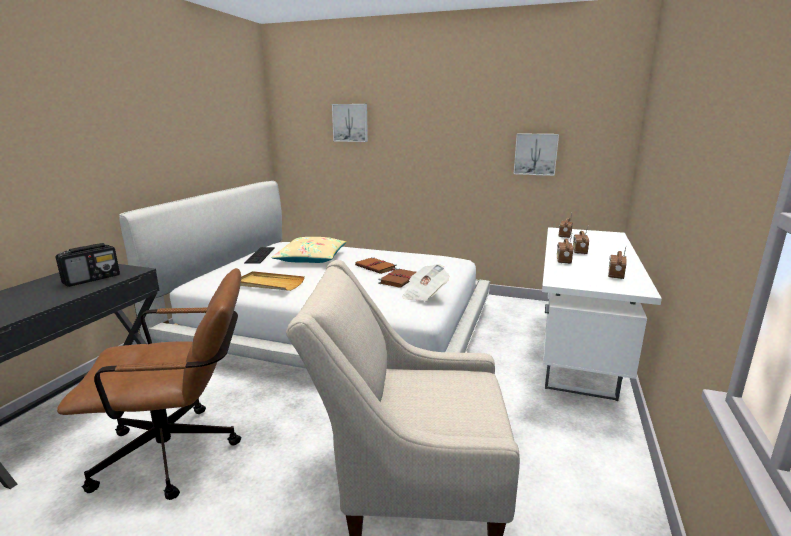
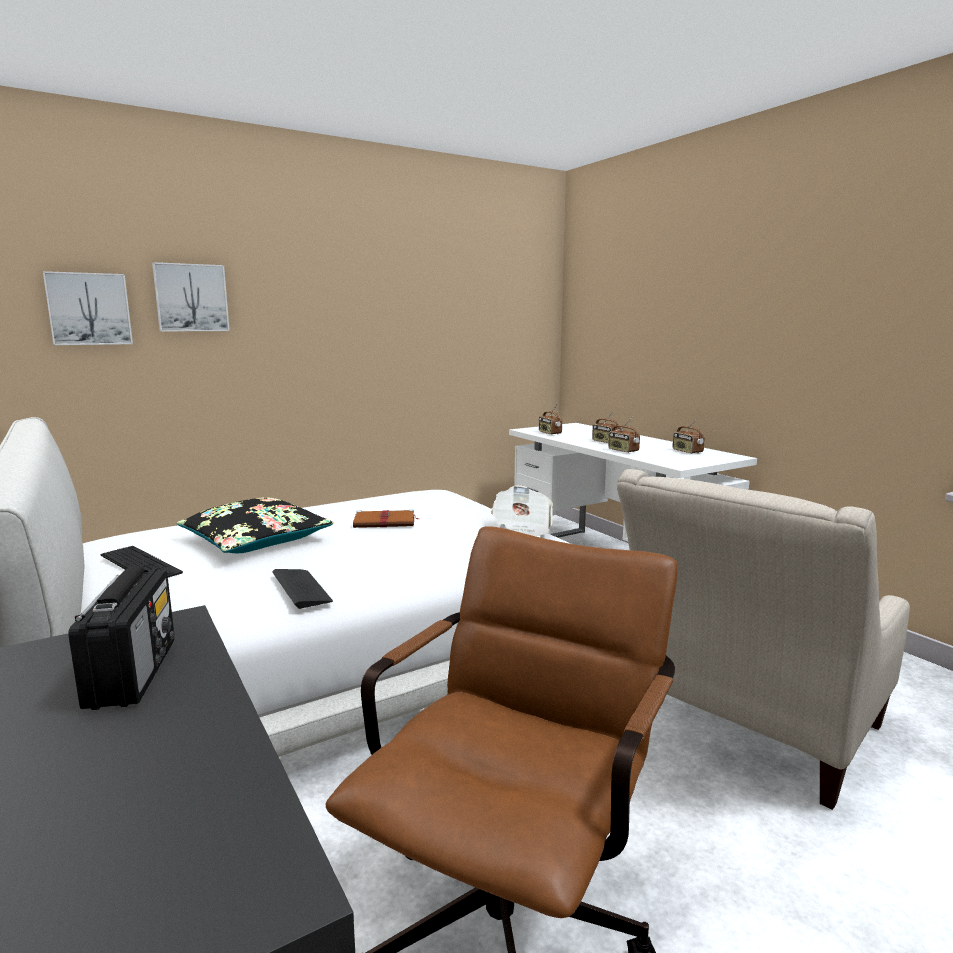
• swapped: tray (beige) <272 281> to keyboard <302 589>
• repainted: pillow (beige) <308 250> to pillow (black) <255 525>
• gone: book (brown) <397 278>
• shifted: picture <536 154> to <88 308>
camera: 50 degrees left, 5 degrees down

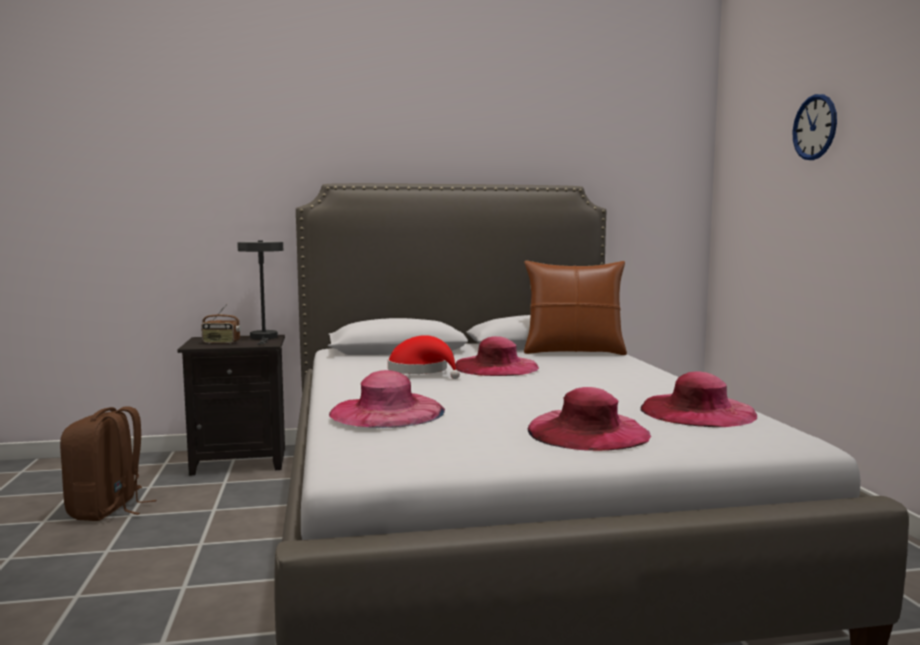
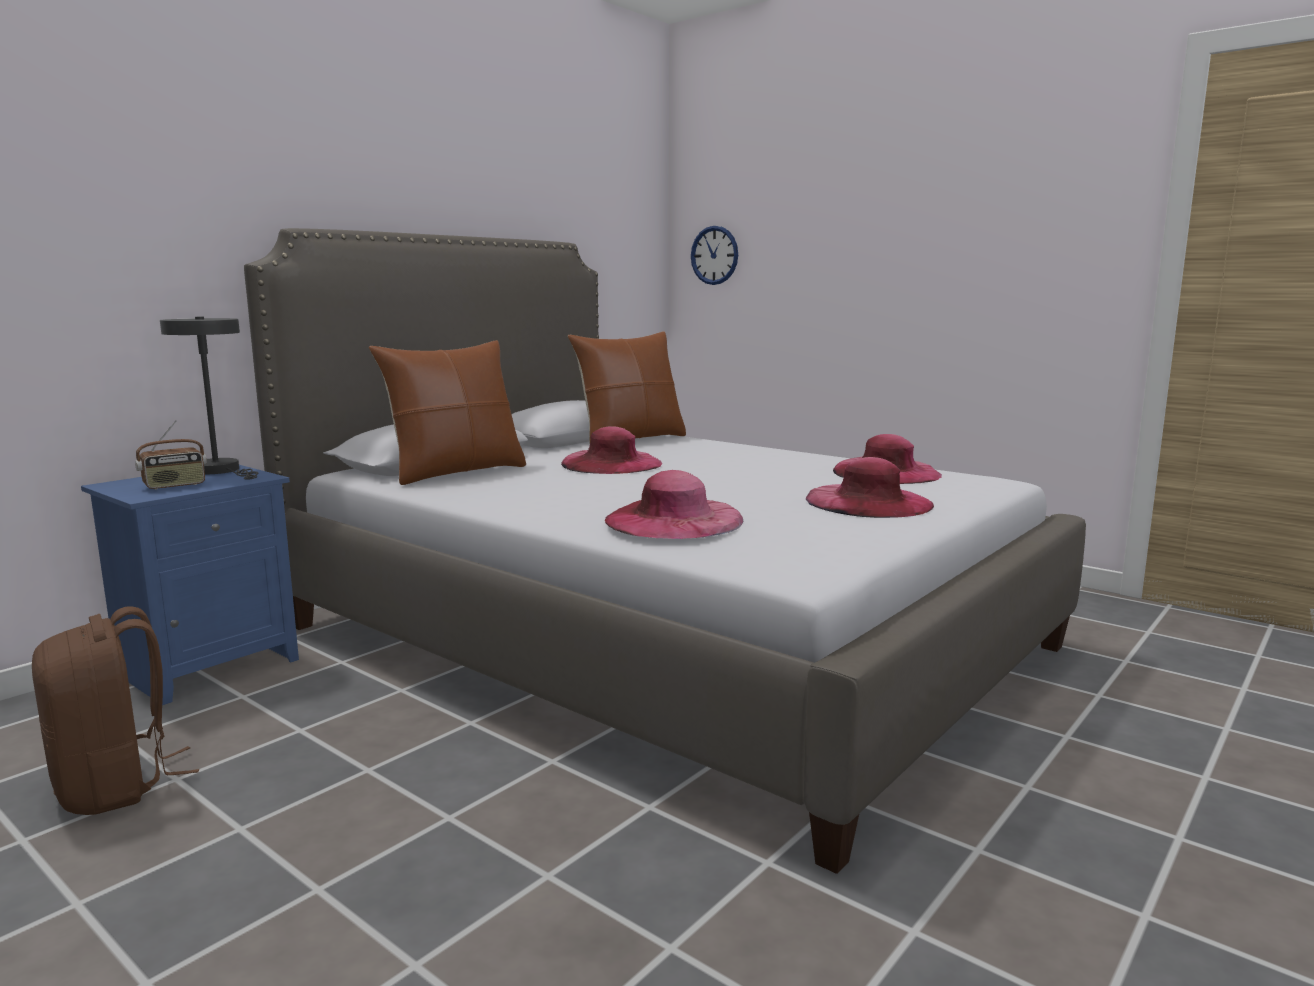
• repainted: nightstand (black) <231 405> to nightstand (blue) <190 585>
• gone: hat (red) <424 357>
• shifted: wall clock <814 127> to <714 255>
• new: pillow (brown) <447 412>
camera: 40 degrees left, 5 degrees up

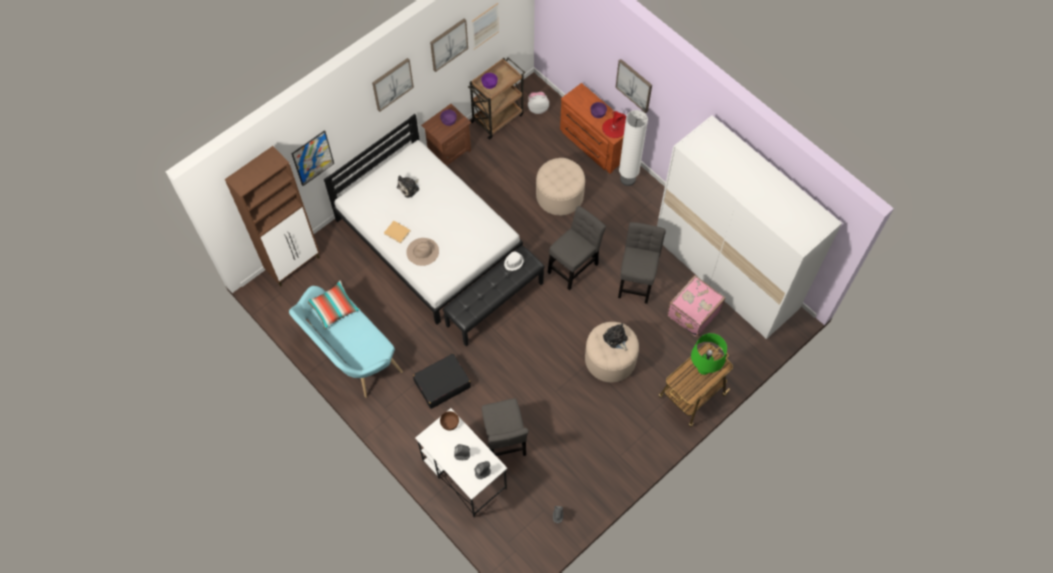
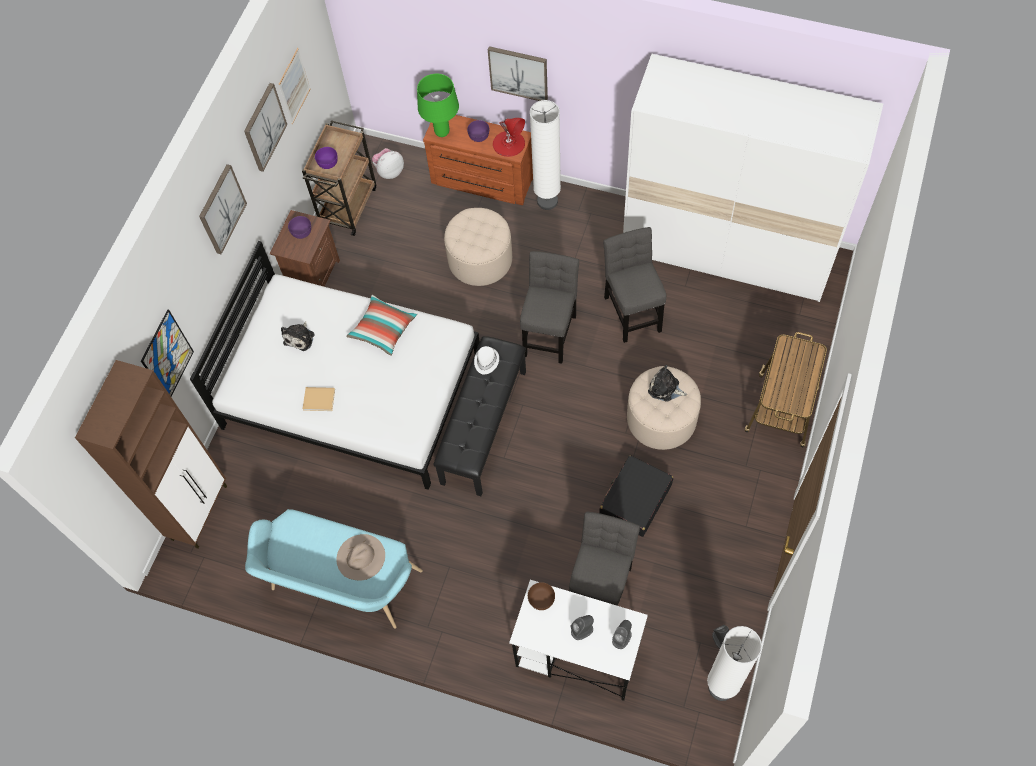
• shifted: pillow <334 304> to <381 325>
• shifted: hat (beige) <422 252> to <361 557>
• shifted: suitcase (black) <442 381> to <636 496>
• rotated: chair (grey) <505 427> = <604 558> 120 degrees counterclockwise
• gone: suitcase (pink) <696 306>
• shifted: table lamp (green) <709 354> to <438 105>
• new: floor lamp (white) <734 663>
camera: 25 degrees left, 0 degrees up

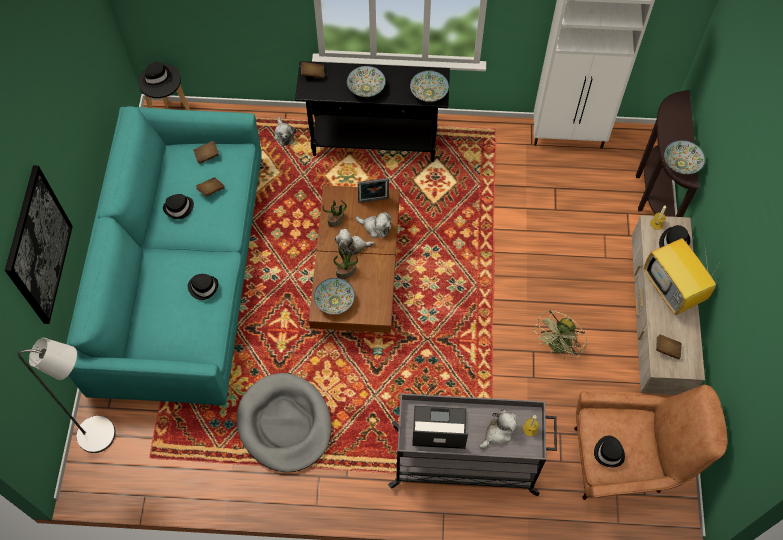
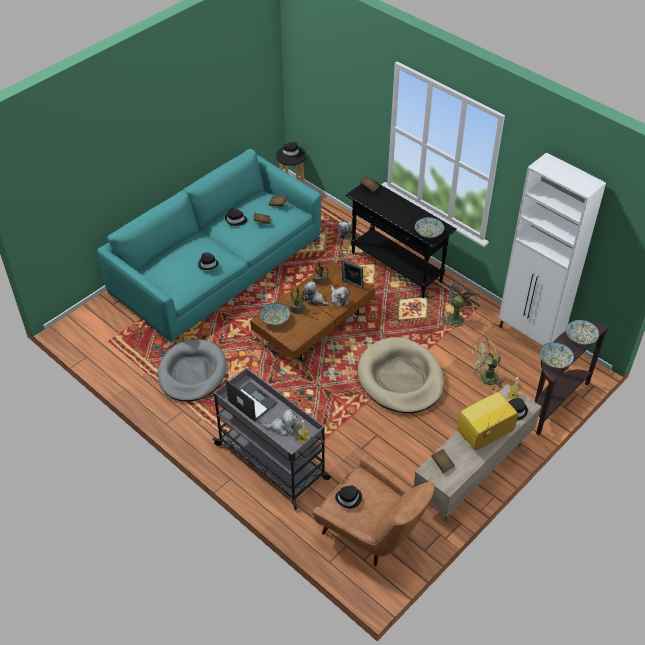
• gone: picture <39 244>
• gone: floor lamp (grey) <66 395>
• shifted: bowl <366 81> to <582 332>
• shifted: fan (green) <560 334> to <489 365>
• rotated: television <682 276> = <487 421> 45 degrees clockwise
• new: dog bed (beige) <401 375>
• new: fan (grey) <461 303>
camera: 40 degrees right, 15 degrees down

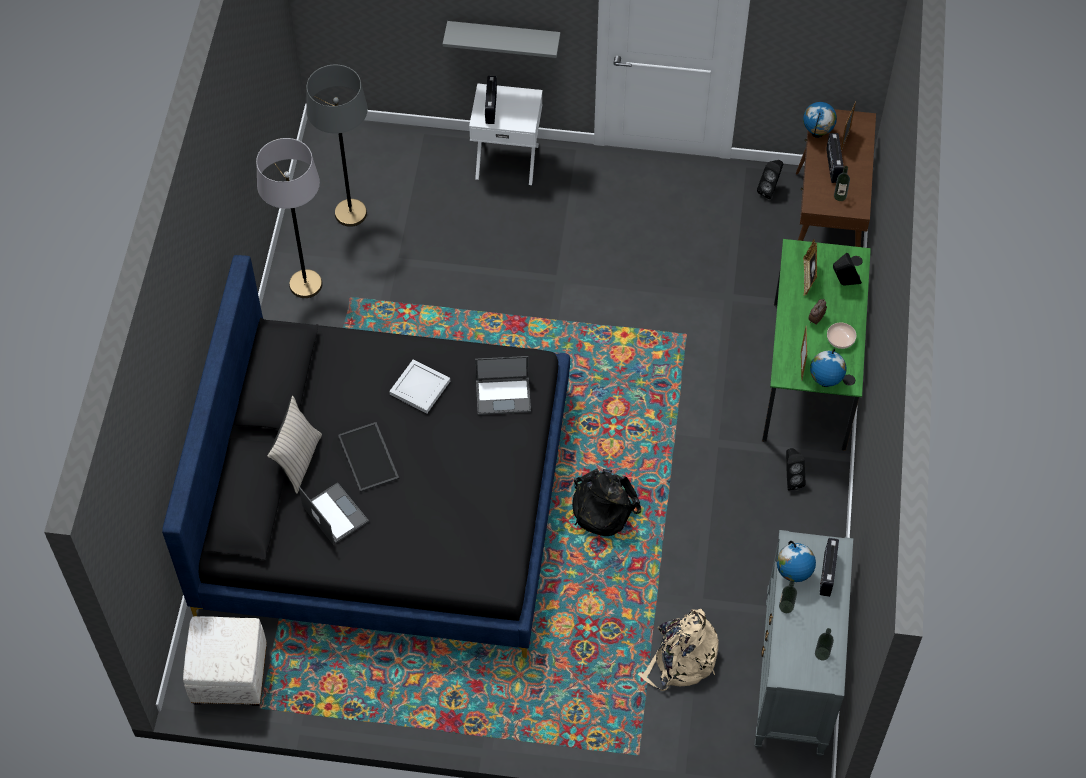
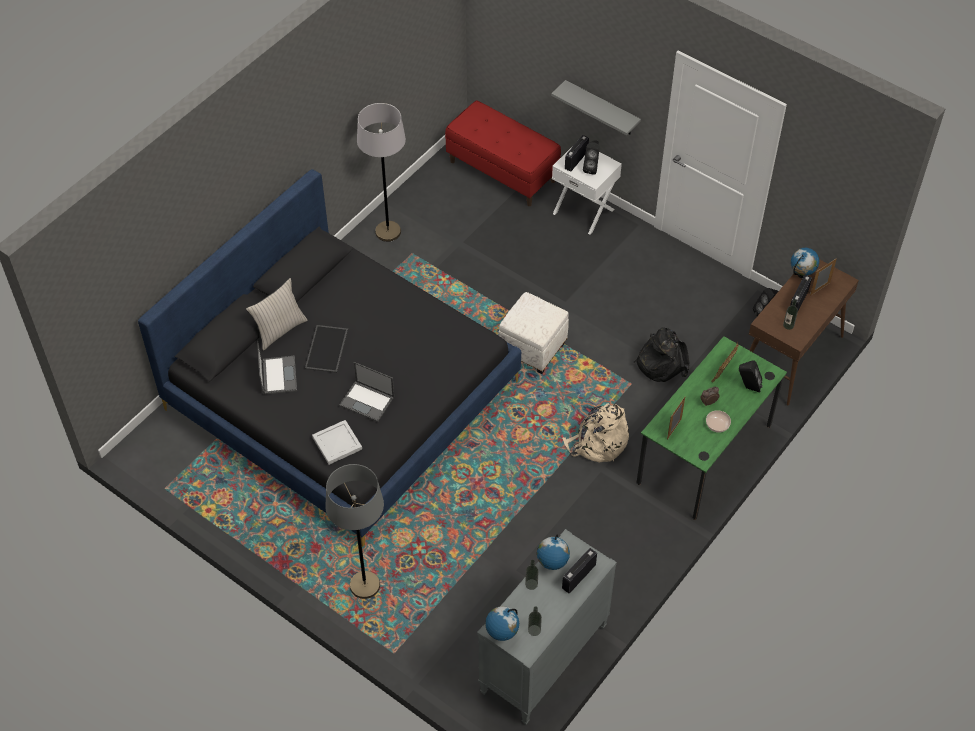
• shifted: ottoman (white) <225 661> to <534 333>
• shifted: floor lamp (grey) <337 146> to <354 531>
• shifted: tray (white) <419 386> to <337 442>
• shifted: laptop <503 385> to <366 392>
• shifted: backpack (black) <606 502> to <661 354>
• shifted: backpack (beige) <678 650> to <595 433>
• shifted: speaker (black) <796 469> to <591 157>
• shifted: globe <828 368> to <502 623>
• new: bench (red) <503 153>
camera: 30 degrees right, 5 degrees down

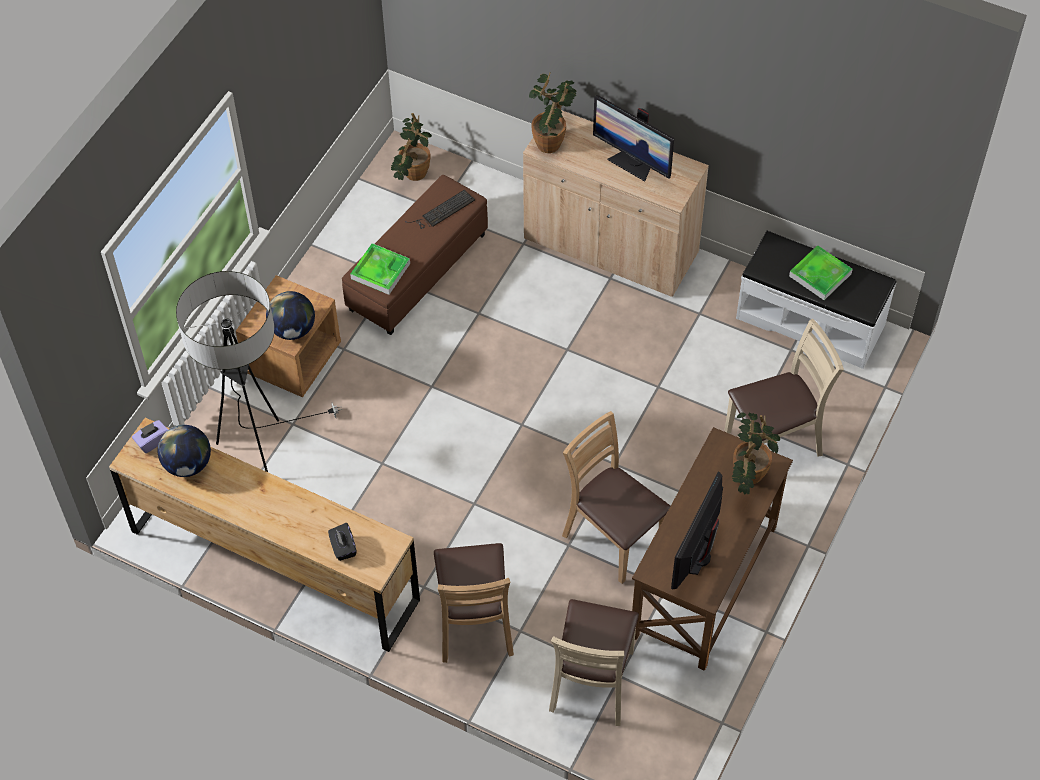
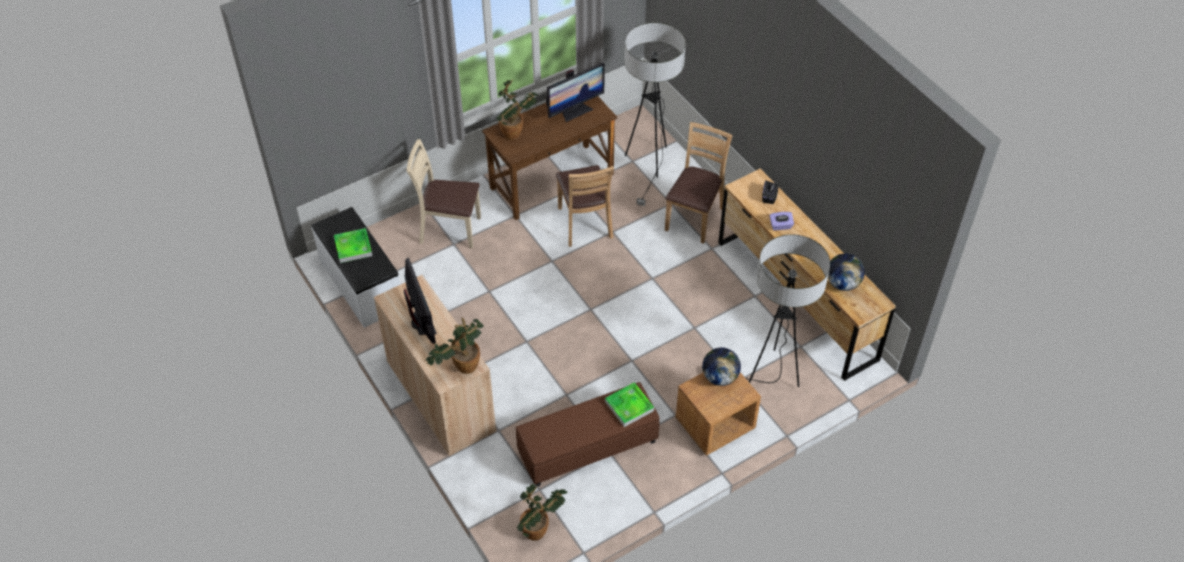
• shifted: tissue box (purple) <150 436> to <781 221>
• gone: keyboard <440 209>
• swapped: chair (beige) <594 662> to floor lamp <655 114>
camera: 150 degrees left, 5 degrees down

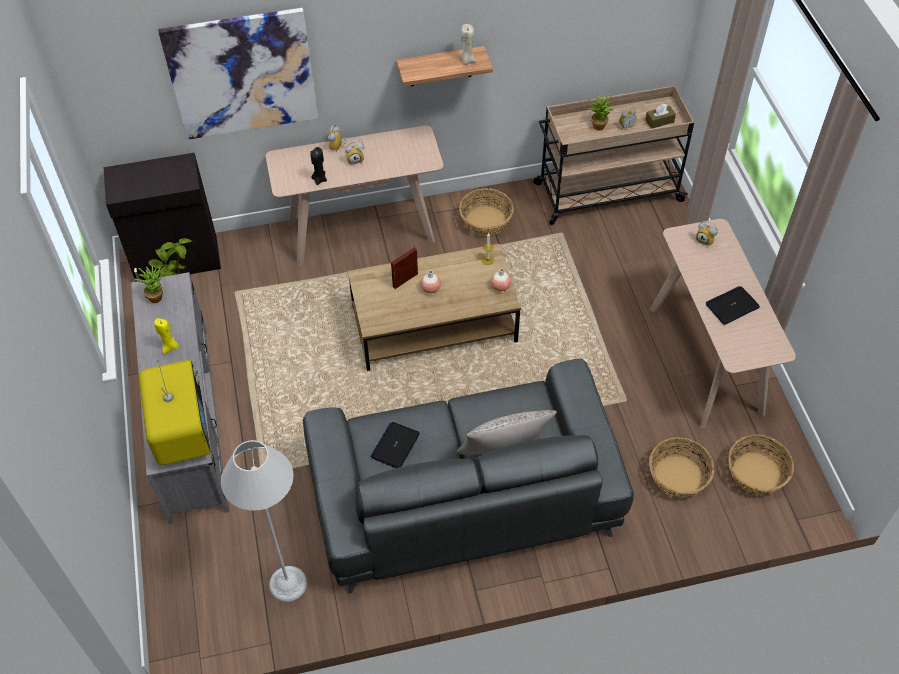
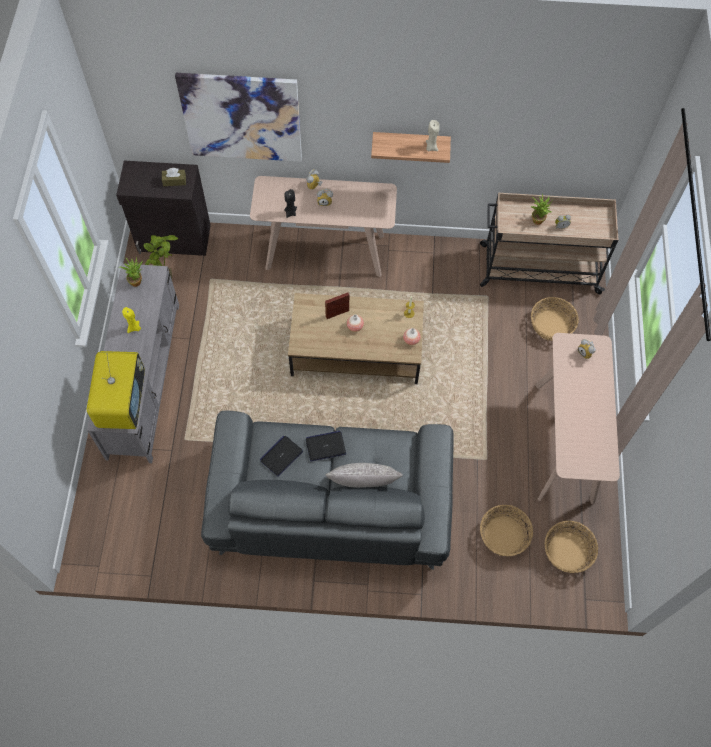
• gone: floor lamp (grey) <264 521>
• shifted: basket <486 212> to <555 319>
• shifted: tissue box (brown) <660 116> to <174 177>
• shifted: laptop <733 305> to <326 446>
camera: 15 degrees right, 10 degrees up

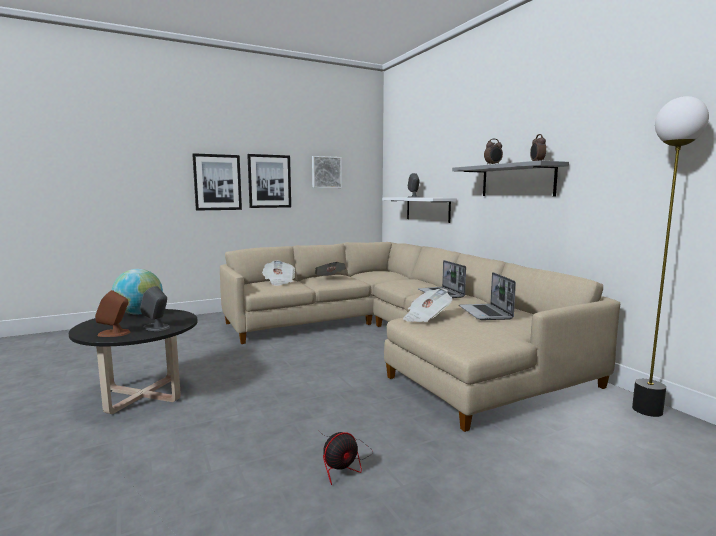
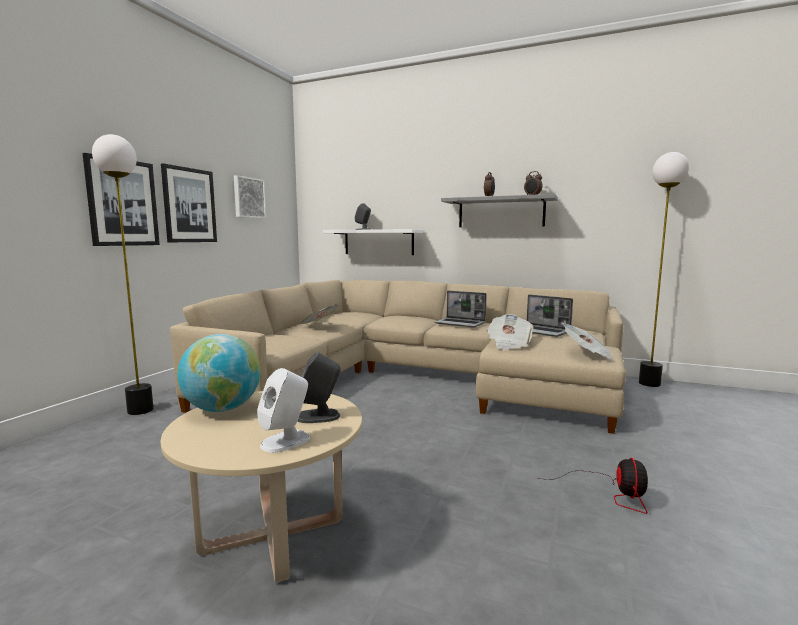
• repainted: coffee table (black) <133 361> to coffee table (beige) <261 487>
• repainted: speaker (brown) <112 313> to speaker (white) <283 410>
• shifted: newspaper <278 273> to <588 341>
• new: floor lamp <123 274>
camera: 40 degrees left, 0 degrees up

